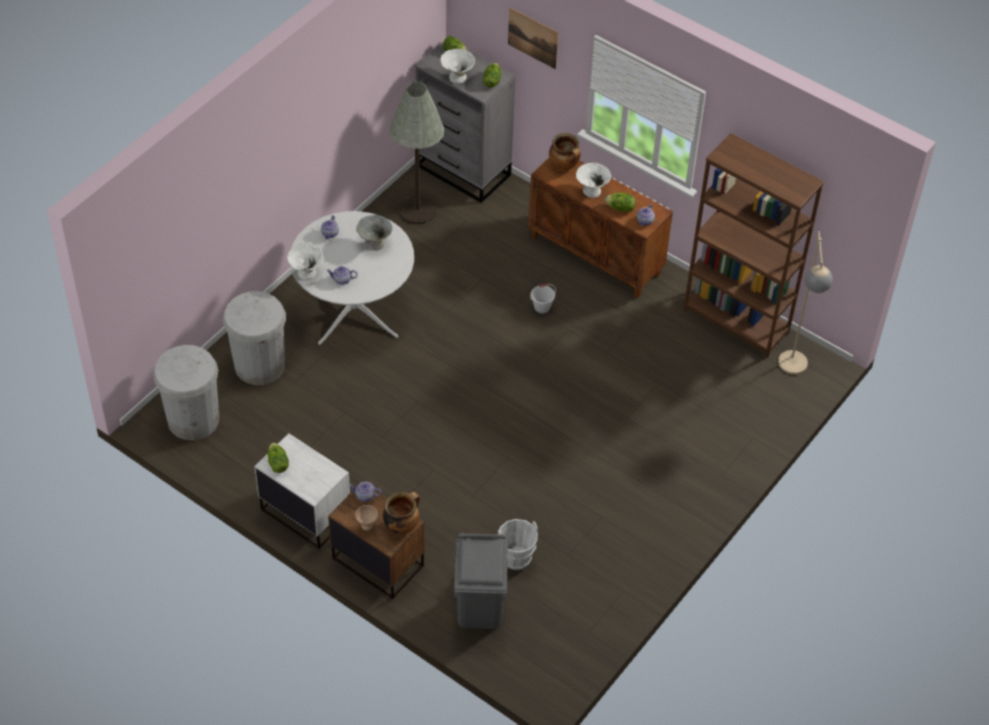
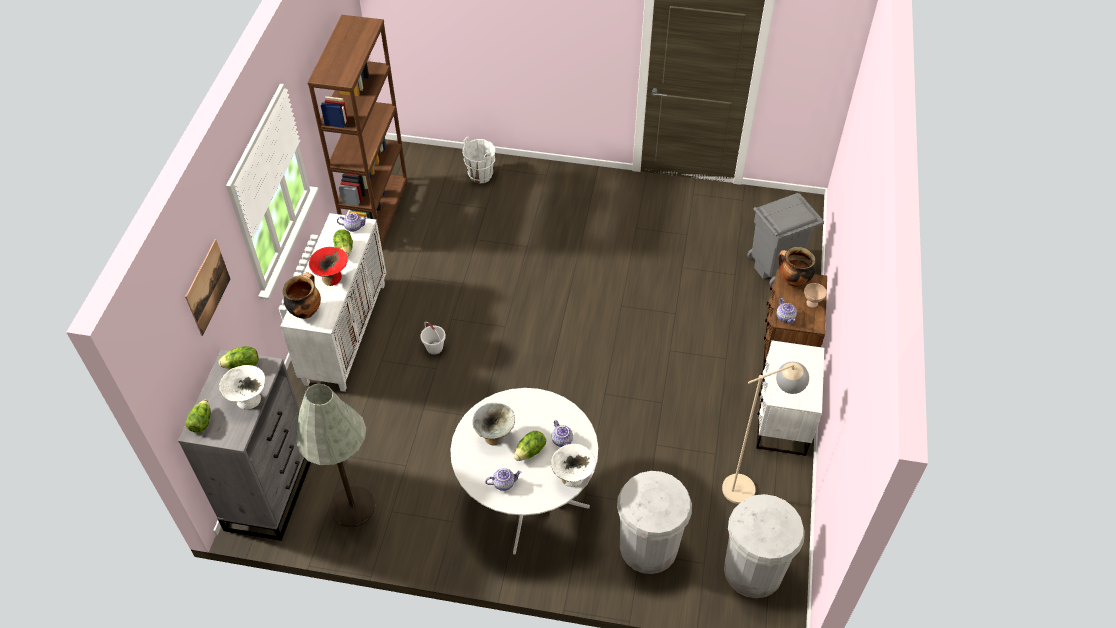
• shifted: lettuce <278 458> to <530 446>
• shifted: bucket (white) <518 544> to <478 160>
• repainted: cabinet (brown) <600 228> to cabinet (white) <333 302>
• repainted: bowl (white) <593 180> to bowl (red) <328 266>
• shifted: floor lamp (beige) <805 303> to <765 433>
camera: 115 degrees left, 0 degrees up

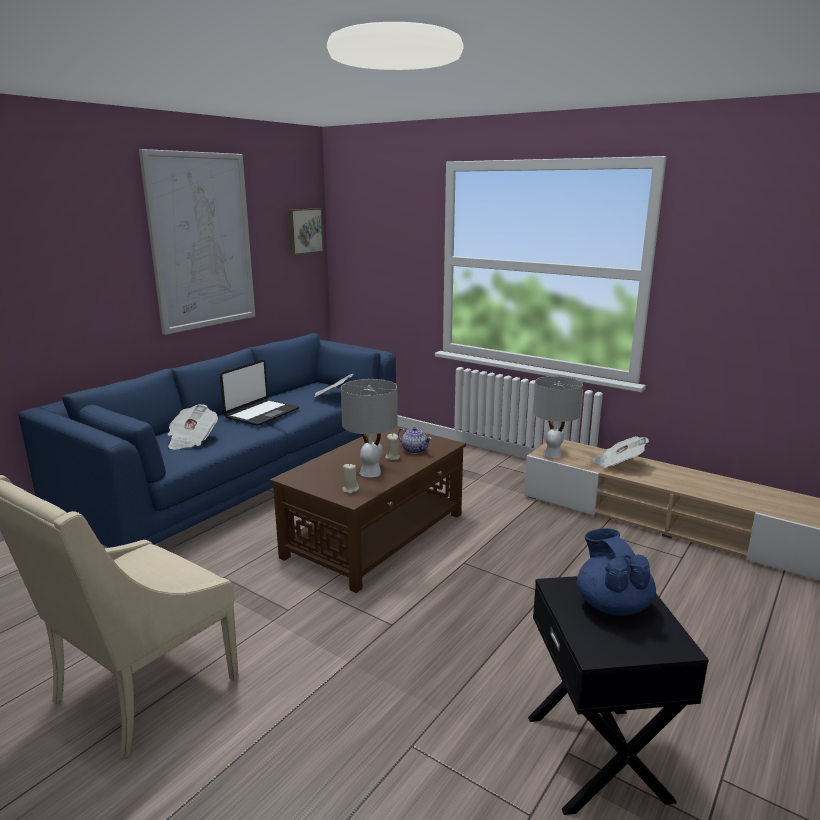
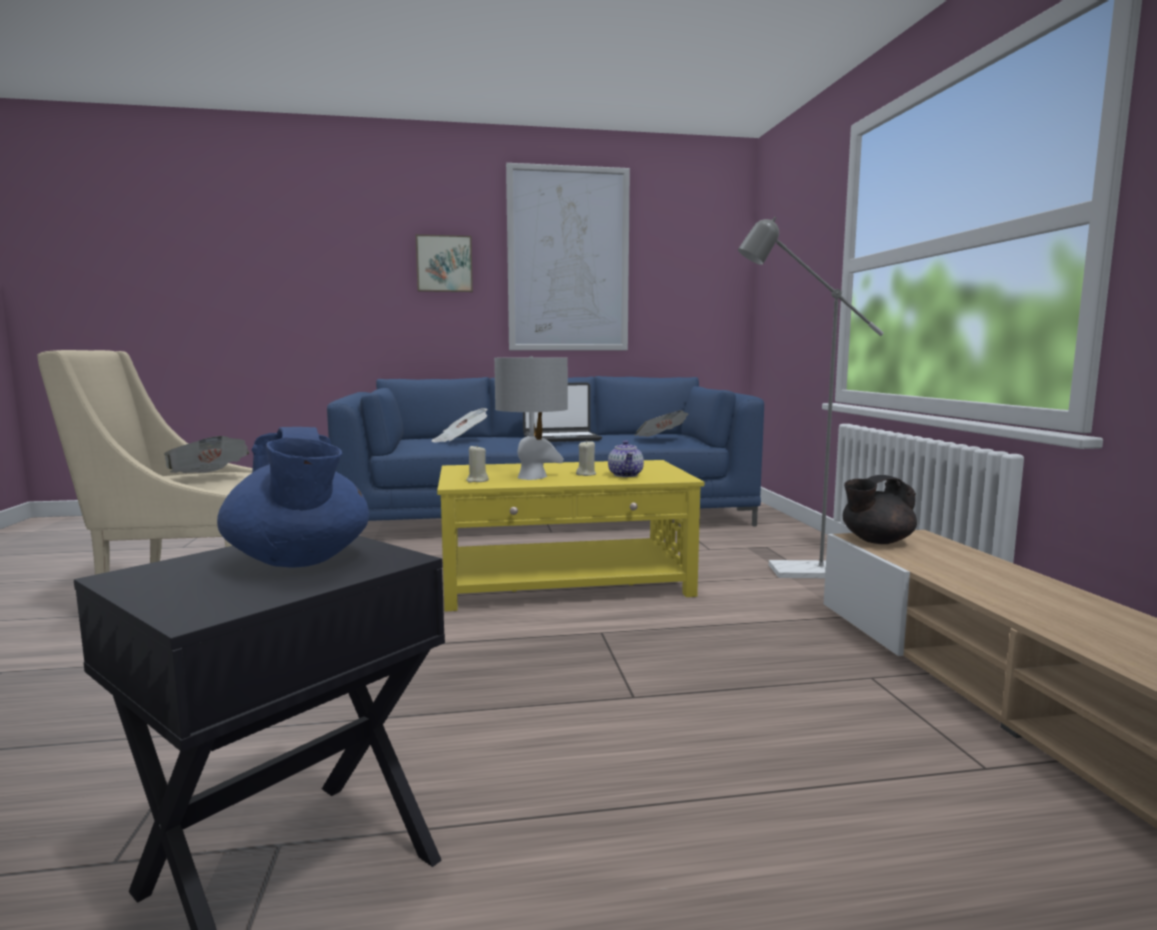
• repainted: coffee table (brown) <368 509> to coffee table (yellow) <570 536>
• shifted: picture <306 232> to <444 263>
• swapped: table lamp (grey) <558 417> to teapot (black) <880 509>
• rotated: teapot (blue) <616 572> = <293 497> 120 degrees clockwise
• shifted: newspaper <620 452> to <206 454>
• new: floor lamp (grey) <811 397>
camera: 45 degrees right, 10 degrees down

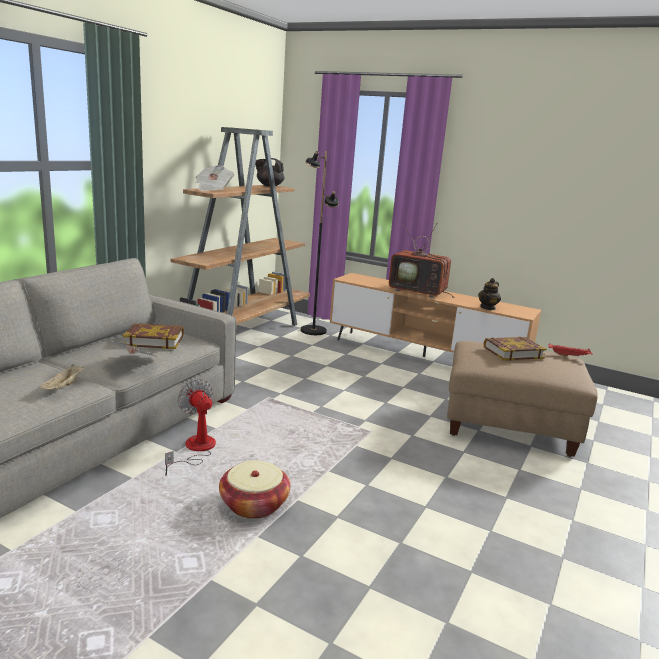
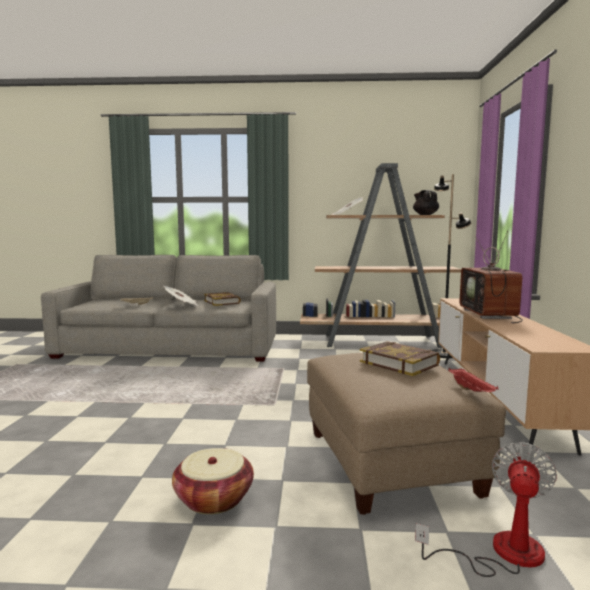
• shifted: fan <190 427> to <486 509>
• shifted: basket <254 489> to <213 481>
• gone: teapot <489 294>
camera: 65 degrees right, 10 degrees down

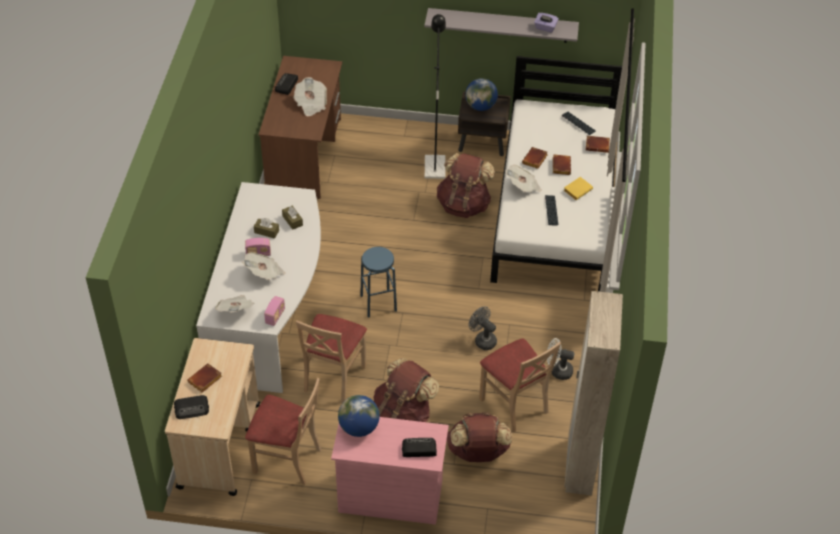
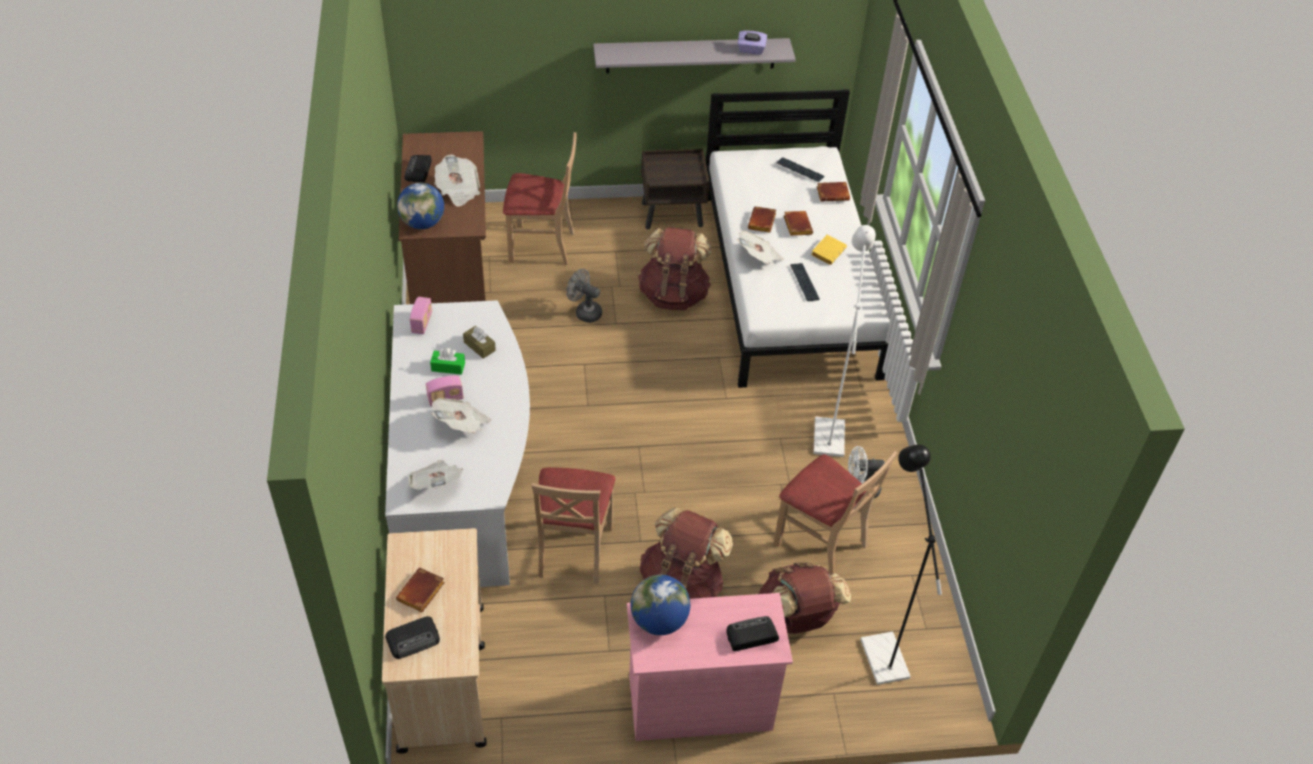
• shifted: chair (beige) <283 431> to <539 198>
• repainted: tissue box (brown) <266 228> to tissue box (green) <447 361>
• shifted: radio <274 311> to <421 315>
• gone: stool (blue) <378 282>
• shifted: floor lamp (black) <435 96> to <901 564>
• shifted: globe <481 94> to <420 206>
• shifted: fan (grey) <483 328> to <584 296>
• gone: wardrobe (beige) <593 393>
• new: floor lamp (white) <844 341>
camera: 15 degrees left, 0 degrees up

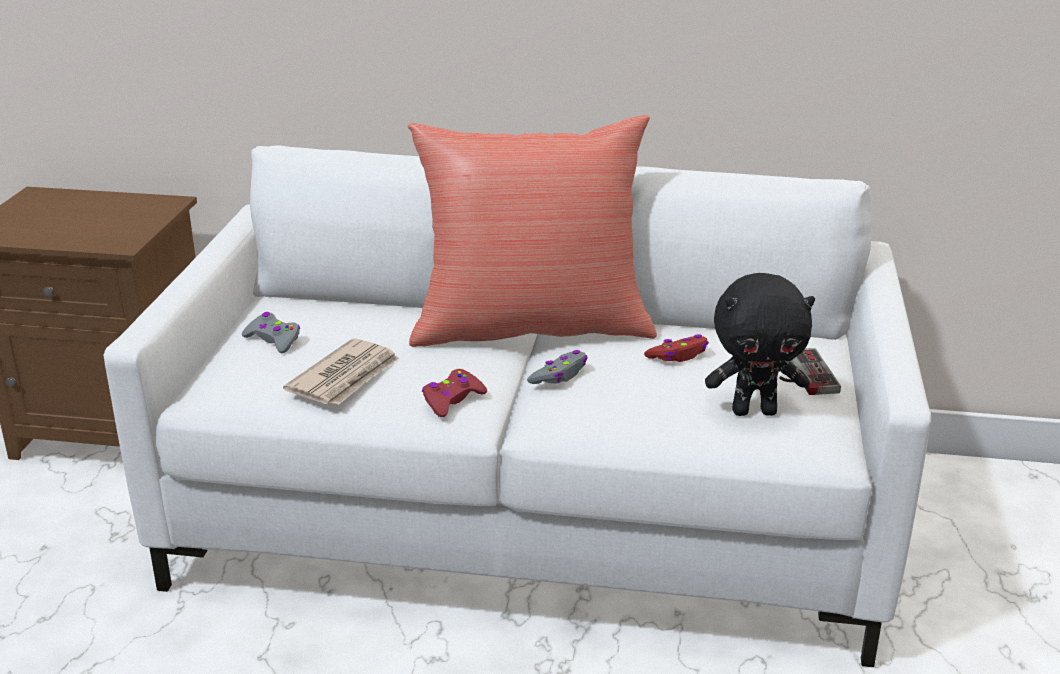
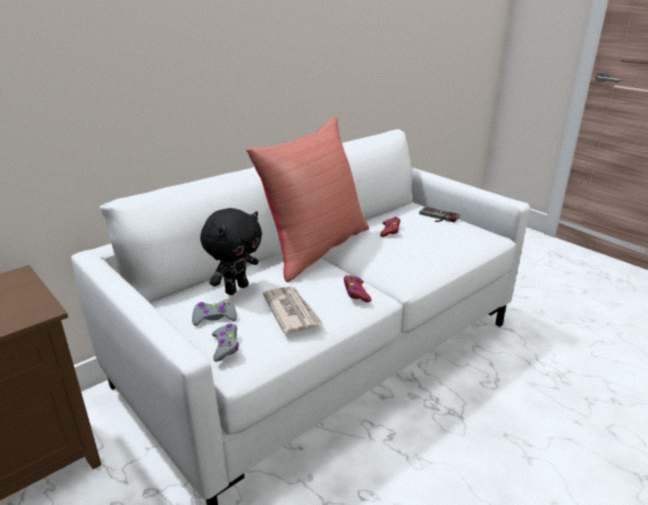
• shifted: game controller (grey) <557 367> to <225 343>
• shifted: plush toy (black) <760 344> to <231 251>
camera: 50 degrees left, 0 degrees up

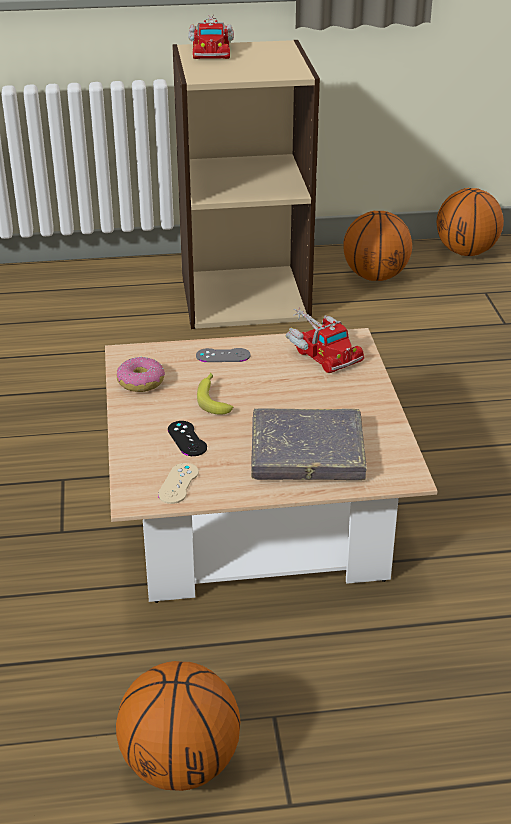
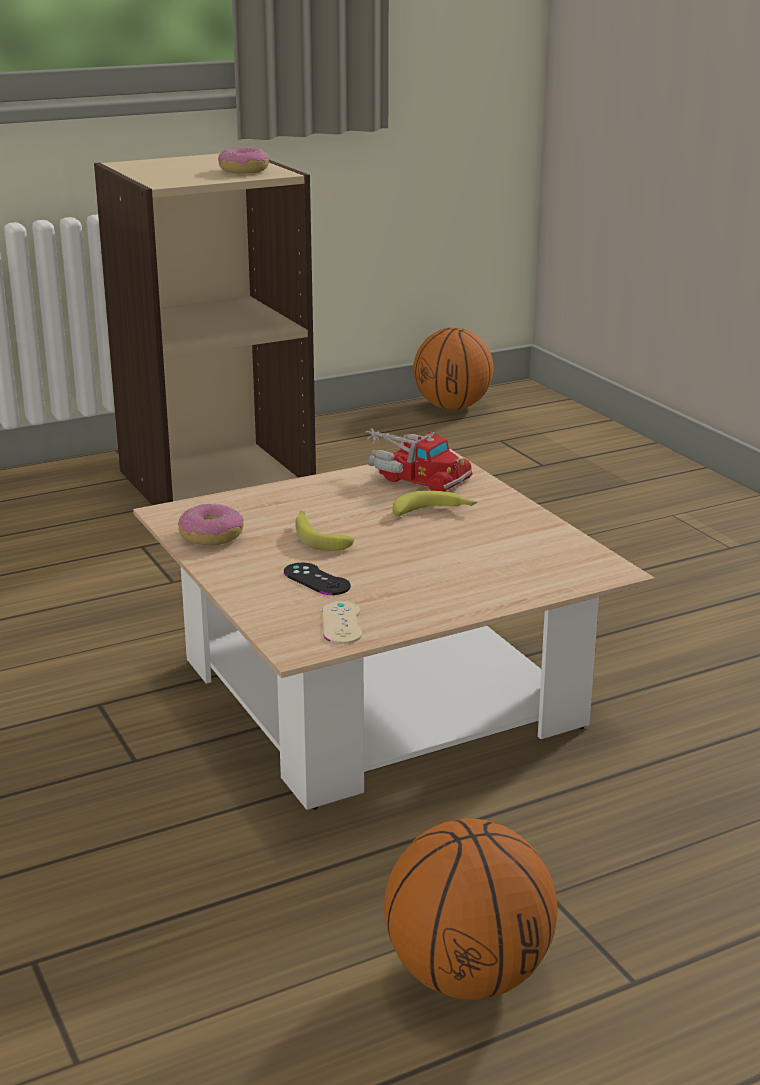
• gone: toy truck <211 36>
• gone: game controller (grey) <223 355>
• gone: book (grey) <309 444>
• gone: basketball <377 246>
• new: donut <243 160>
• new: banana <434 503>
camera: 20 degrees left, 10 degrees down

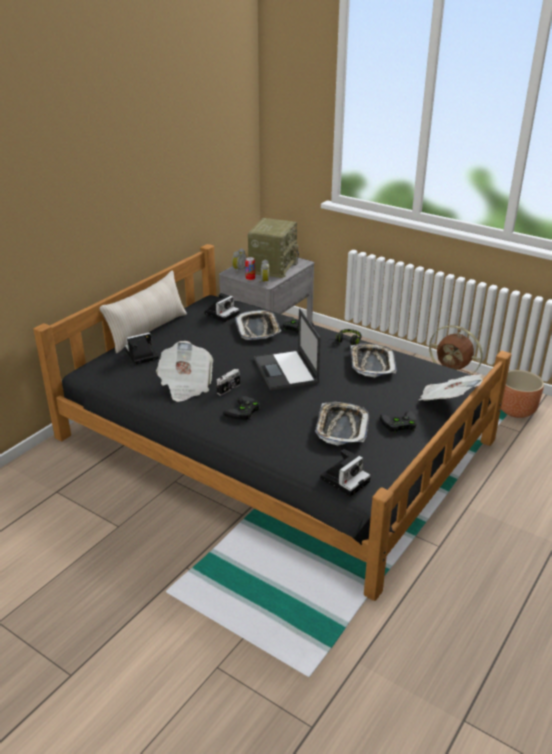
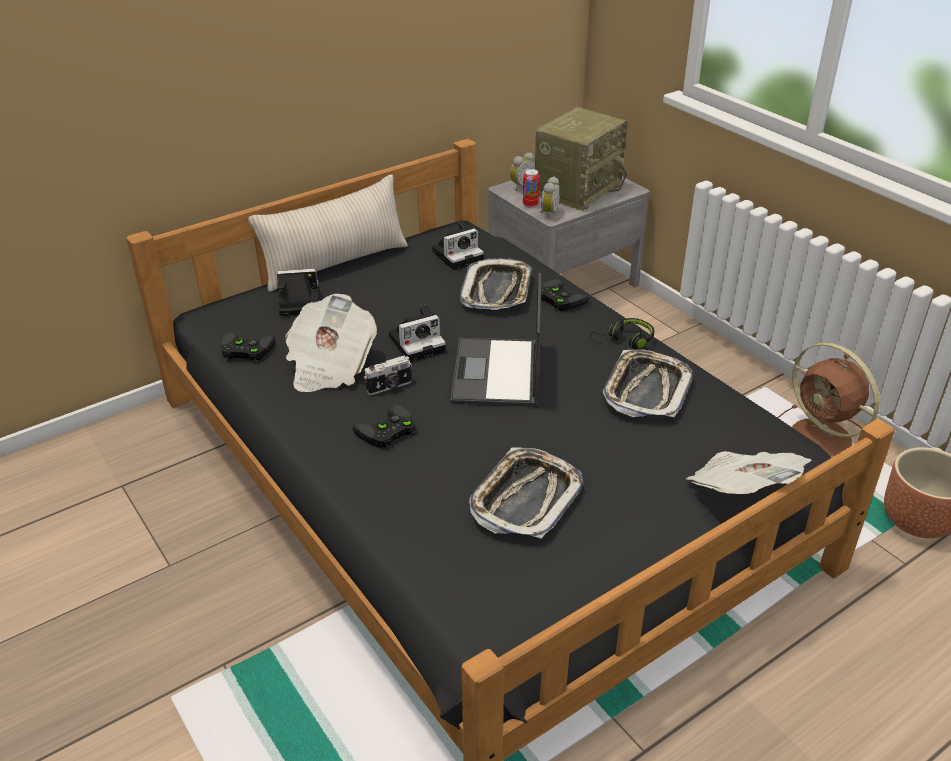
• shifted: photo camera <345 473> to <417 333>
• shifted: game controller (black) <398 422> to <248 347>
camera: 20 degrees right, 5 degrees up

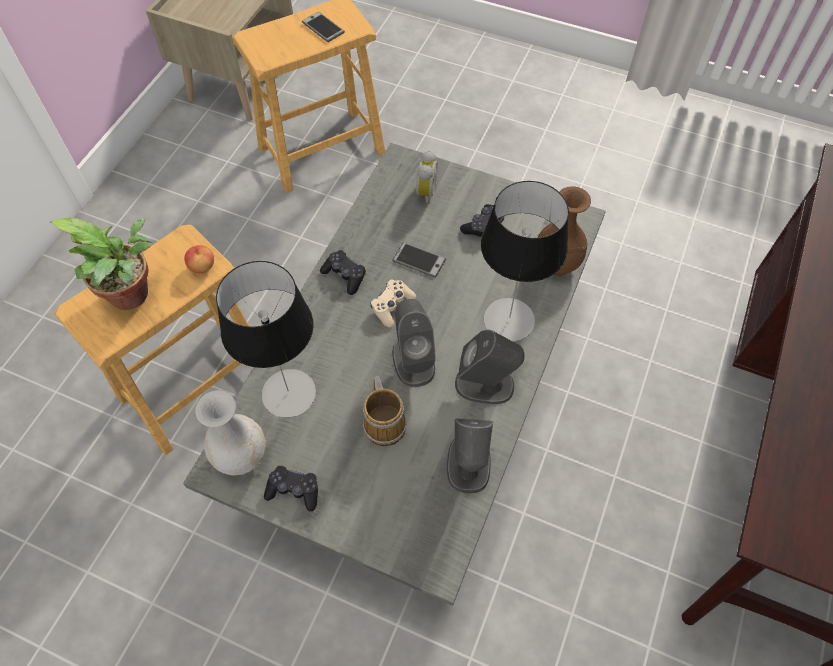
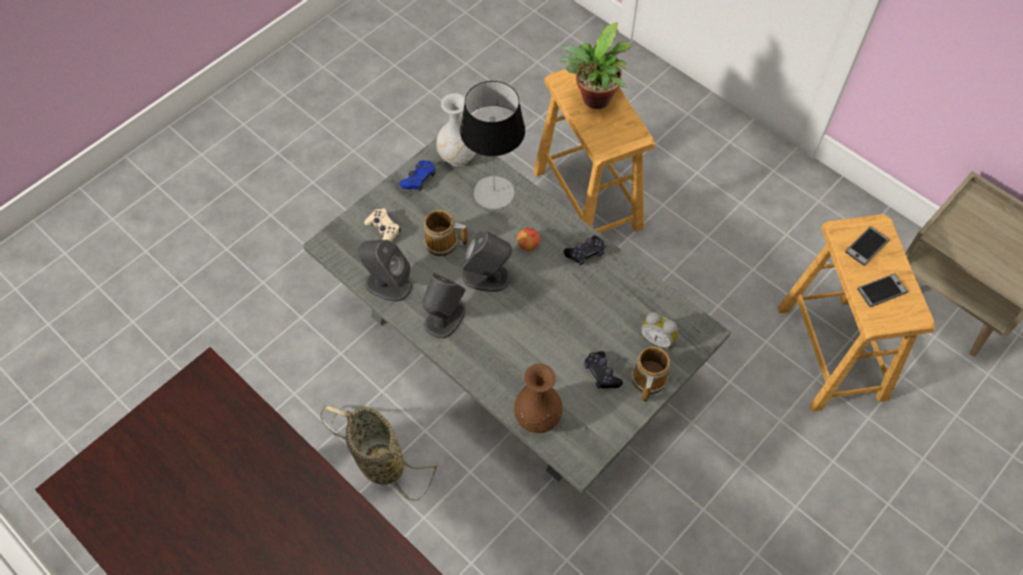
• shifted: apple <199 259> to <528 239>
• repainted: game controller (black) <291 489> to game controller (blue) <417 175>
• shifted: game controller (beige) <393 303> to <382 224>
• shifted: phone <419 260> to <867 246>
• gone: table lamp <525 261>
• new: basket <379 453>
• new: mug <651 374>
camera: 110 degrees right, 0 degrees up

